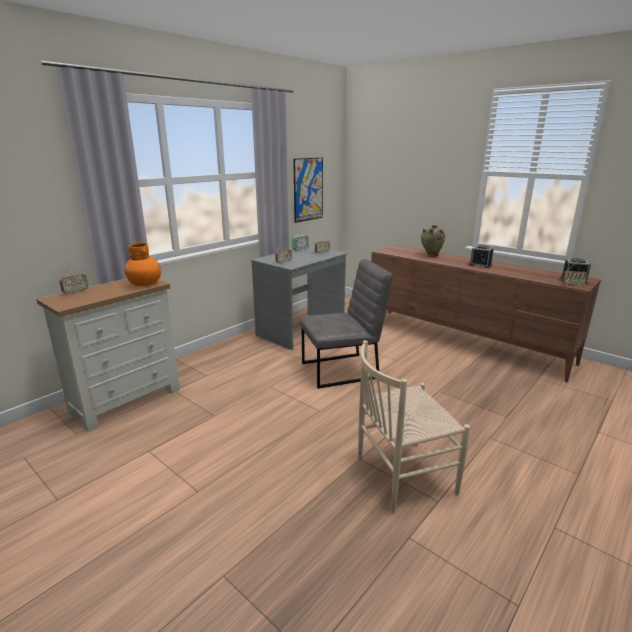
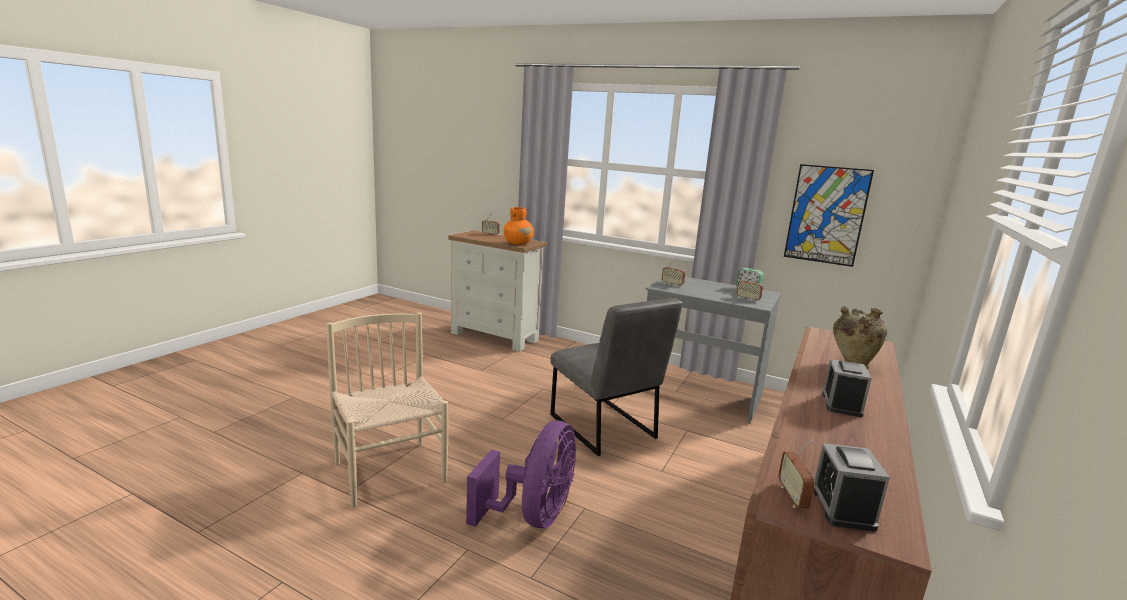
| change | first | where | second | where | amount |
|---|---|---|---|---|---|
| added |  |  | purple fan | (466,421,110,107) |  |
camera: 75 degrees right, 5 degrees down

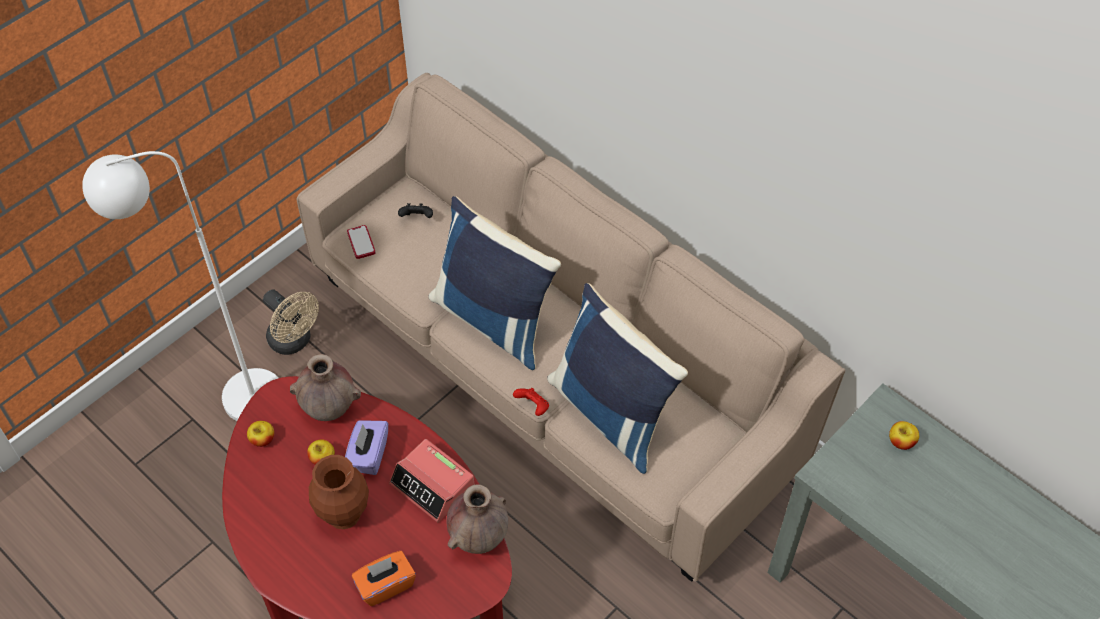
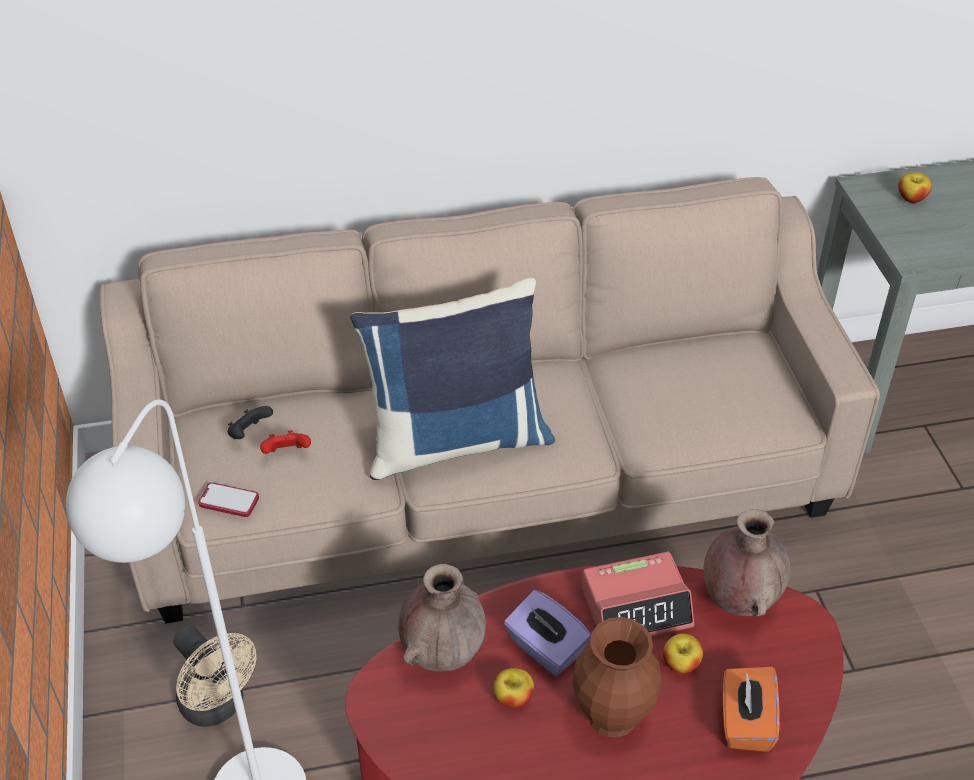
| change | first | where | second | where | amount |
|---|---|---|---|---|---|
| turned | beige fan | (263,290,56,65) |  | (173,626,83,101) | 60 degrees clockwise |
| moved | red game controller | (513,388,36,28) |  | (260,430,51,24) |  |
| moved | apple | (247,421,27,26) |  | (663,634,40,40) |  |
| removed | blue pillow | (547,283,141,191) |  |  |  |
camera: 55 degrees left, 10 degrees down

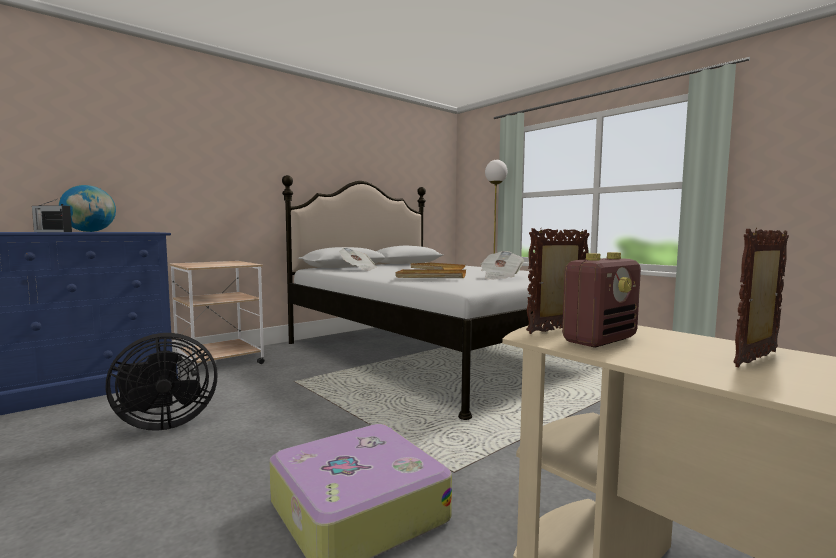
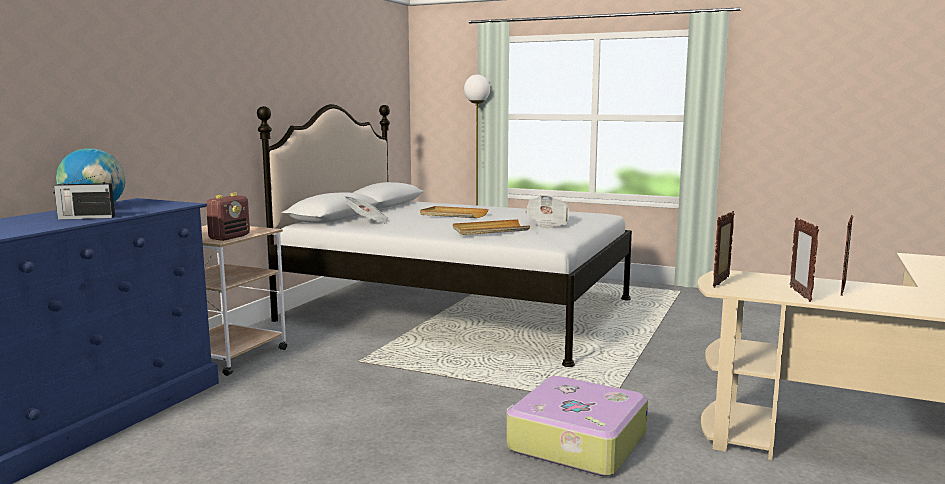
| change | first | where | second | where | amount |
|---|---|---|---|---|---|
| moved | radio | (562,252,79,96) |  | (206,193,44,48) |  |
| added |  |  | picture frame | (790,218,29,84) |  |
| removed | black fan | (106,333,112,98) |  |  |  |
camera: 25 degrees left, 5 degrees up

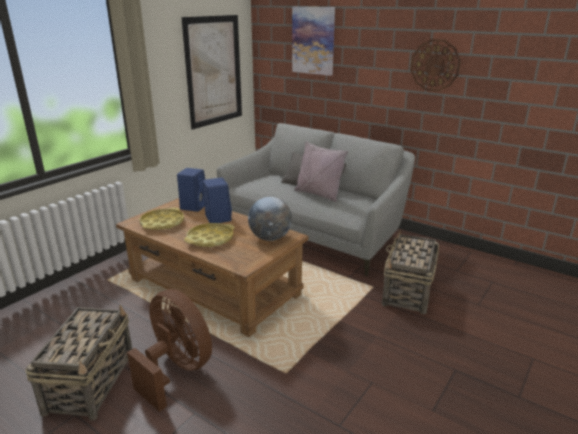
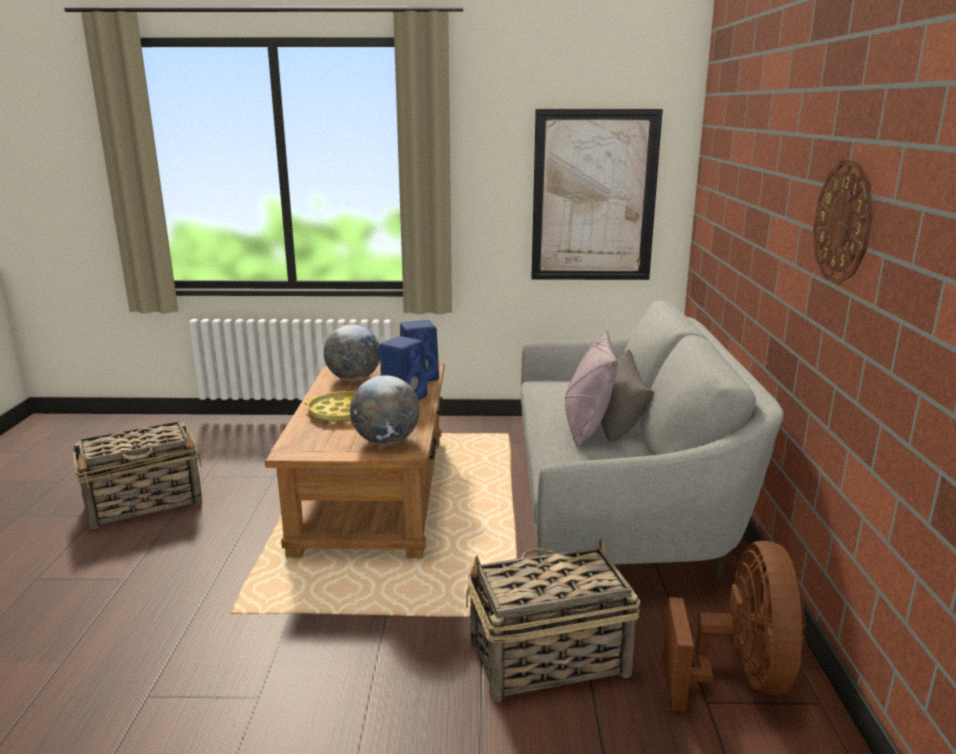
| change | first | where | second | where | amount |
|---|---|---|---|---|---|
| replaced | yellow tray | (140,207,44,23) | globe | (324,325,56,56) |  |
| moved | brown fan | (127,289,85,123) |  | (663,541,143,170) |  |
| removed | picture | (292,7,43,69) |  |  |  |
camera: 55 degrees right, 5 degrees down

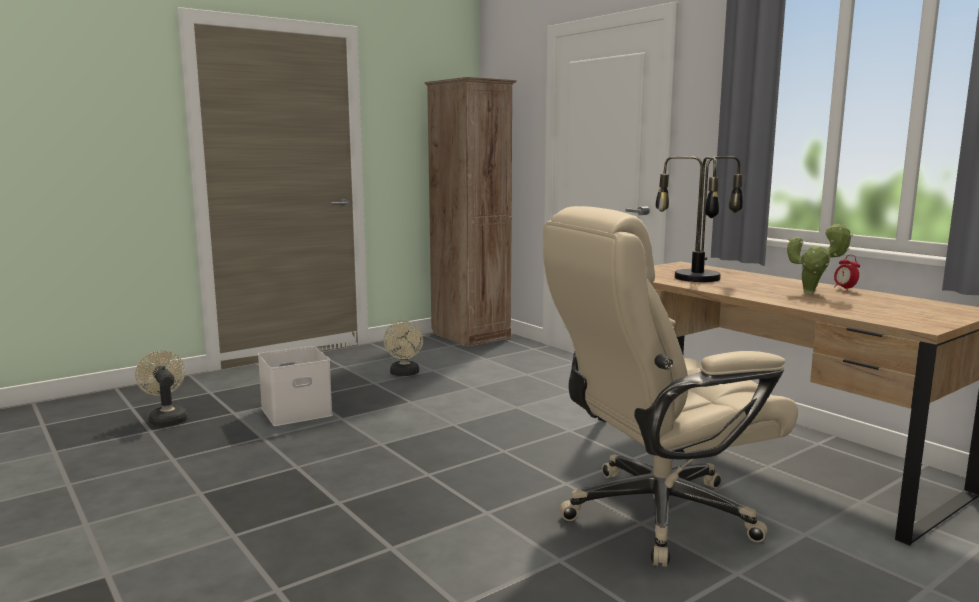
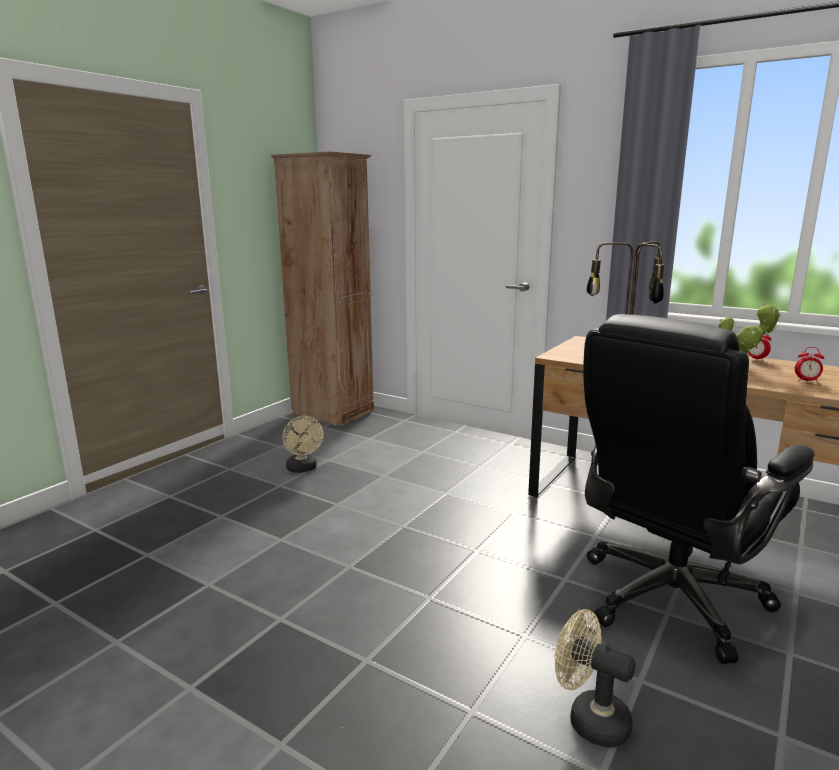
| change | first | where | second | where | amount |
|---|---|---|---|---|---|
| moved | beige fan | (135,350,52,77) |  | (555,609,81,139) |  |
| recoloured | beige office chair | (543,206,255,361) | black office chair | (583,314,232,350) |  |
| added |  |  | alarm clock | (795,347,29,37) |  |
| removed | white storage box | (258,346,75,80) |  |  |  |
camera: 20 degrees left, 5 degrees up

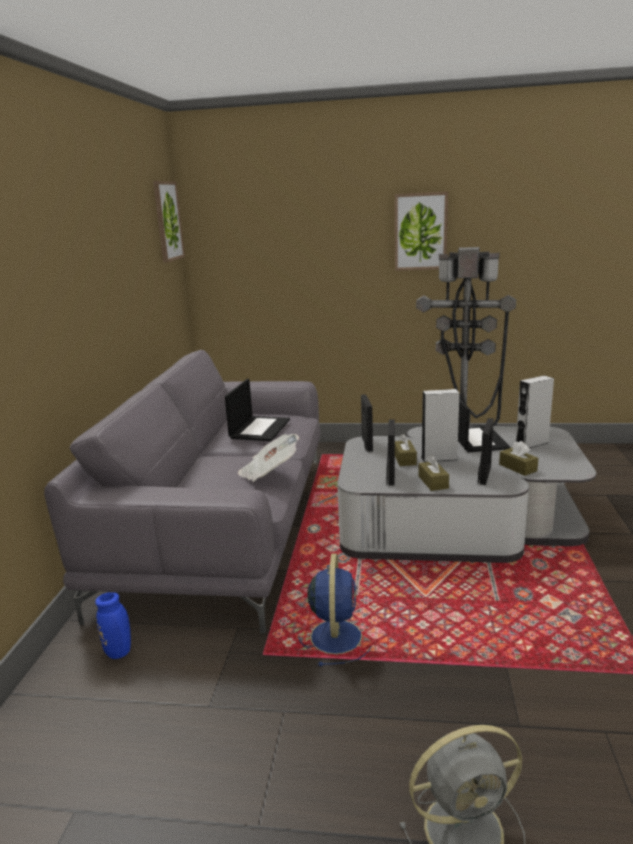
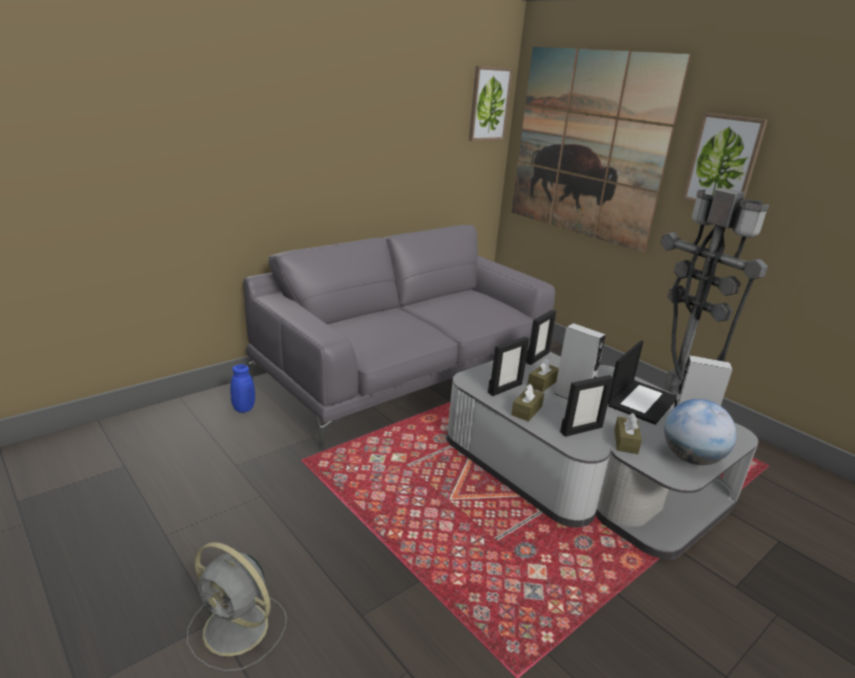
| change | first | where | second | where | amount |
|---|---|---|---|---|---|
| added |  |  | picture | (511,46,180,207) |  |
| added |  |  | globe | (664,399,72,66) |  |
| removed | laptop | (225,379,65,62) |  |  |  |
| removed | newspaper | (238,434,61,48) |  |  |  |
| removed | blue fan | (298,554,74,112) |  |  |  |
camera: 40 degrees right, 5 degrees up

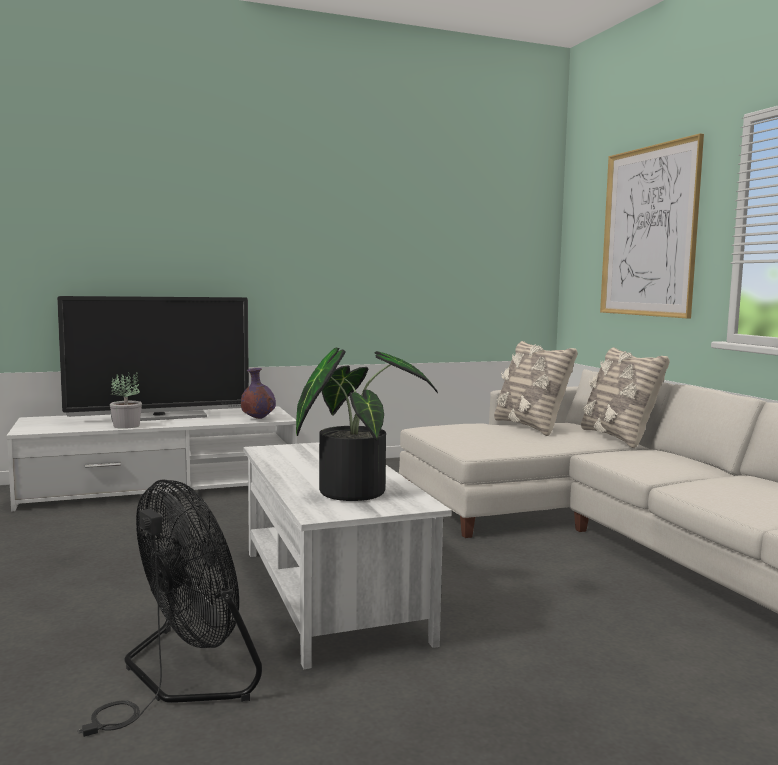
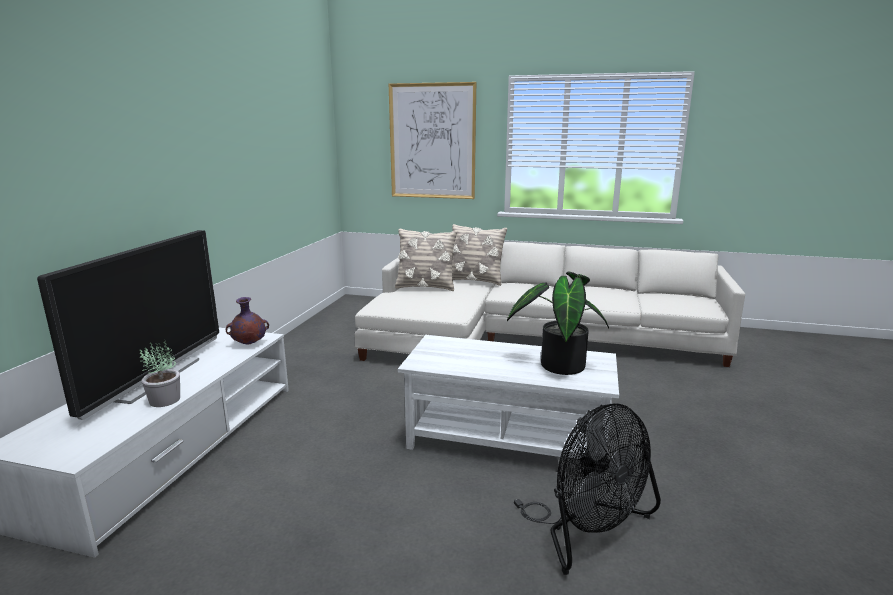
| change | first | where | second | where | amount |
|---|---|---|---|---|---|
| turned | black fan | (77,480,185,257) |  | (514,403,147,172) | 150 degrees clockwise |
camera: 55 degrees left, 10 degrees up

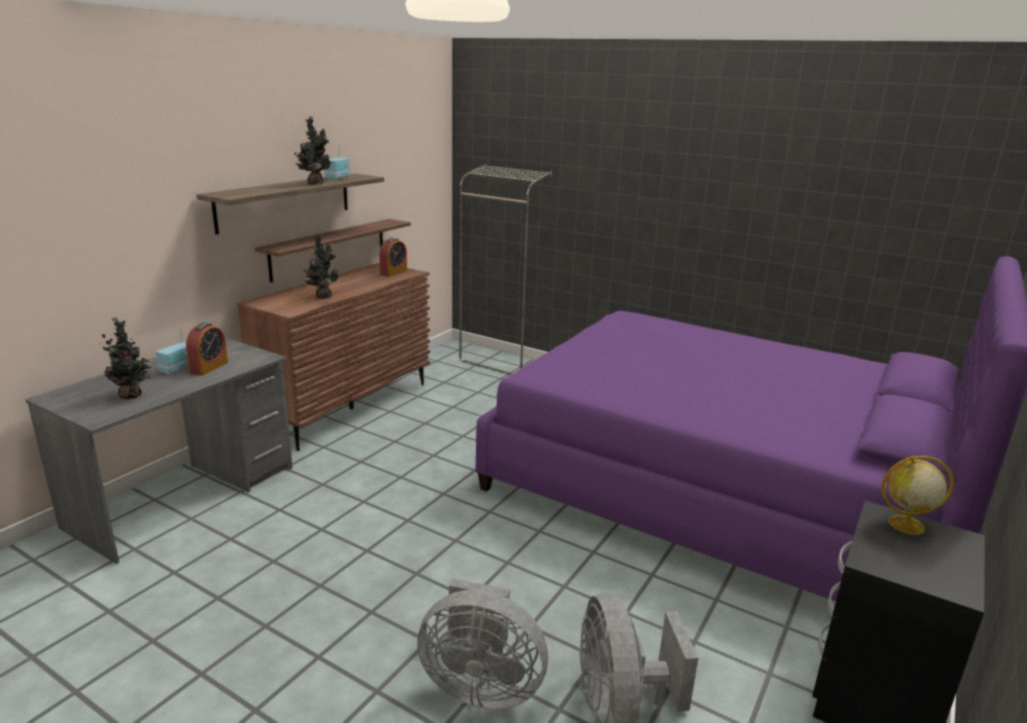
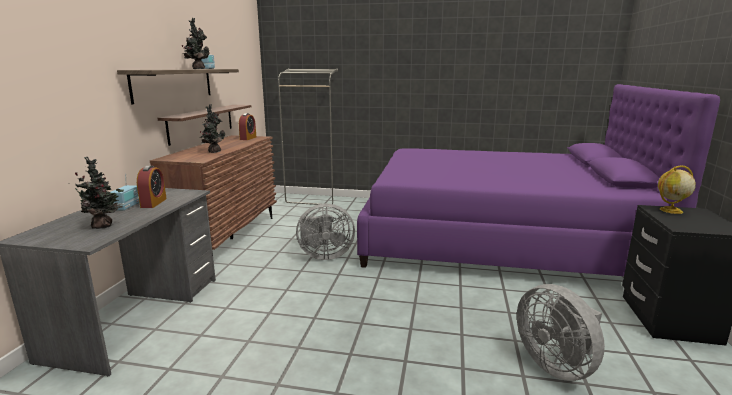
| change | first | where | second | where | amount |
|---|---|---|---|---|---|
| moved | grey fan | (417,578,131,131) |  | (296,204,59,56) |  |
camera: 20 degrees left, 5 degrees down

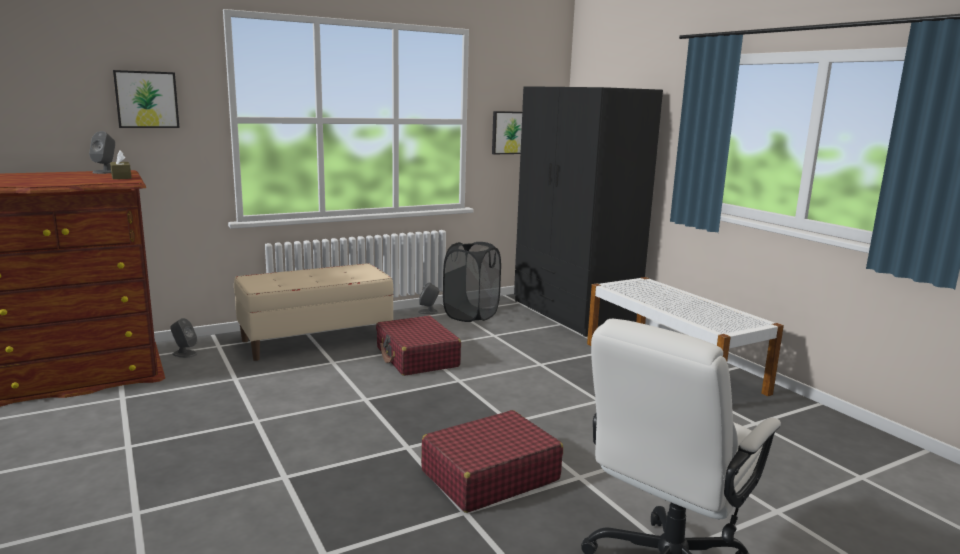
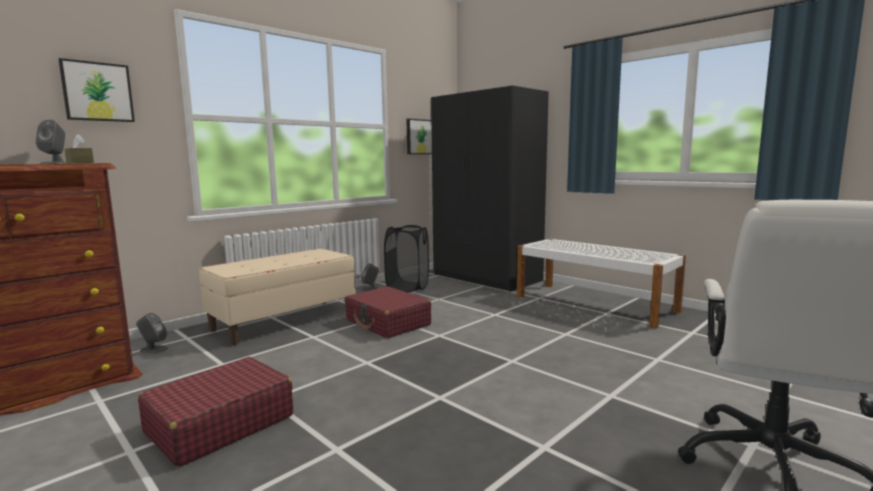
| change | first | where | second | where | amount |
|---|---|---|---|---|---|
| moved | red suitcase | (421,410,142,103) |  | (138,357,155,110) |  |
camera: 15 degrees left, 5 degrees down

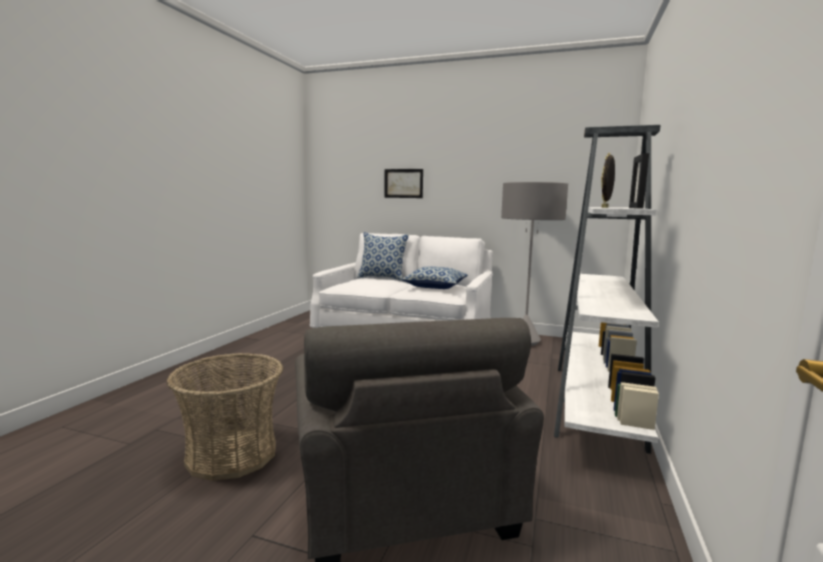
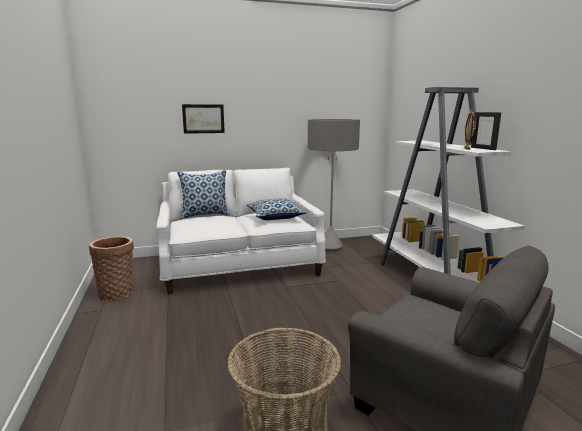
| change | first | where | second | where | amount |
|---|---|---|---|---|---|
| added |  |  | basket | (89,236,45,66) |  |
camera: 35 degrees left, 5 degrees up

